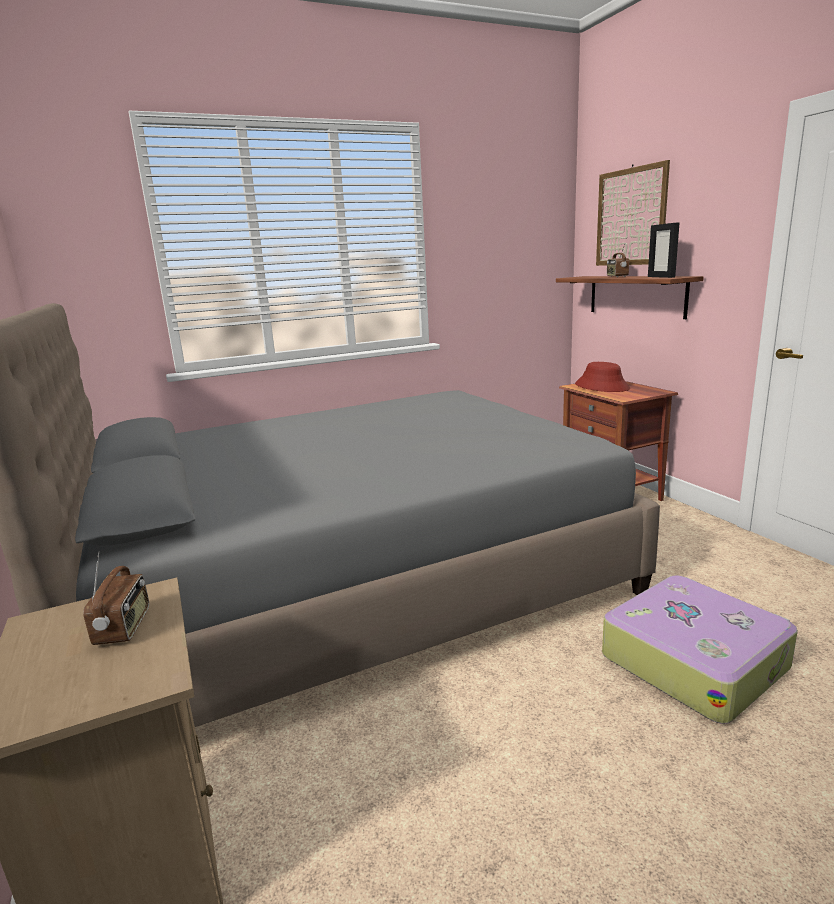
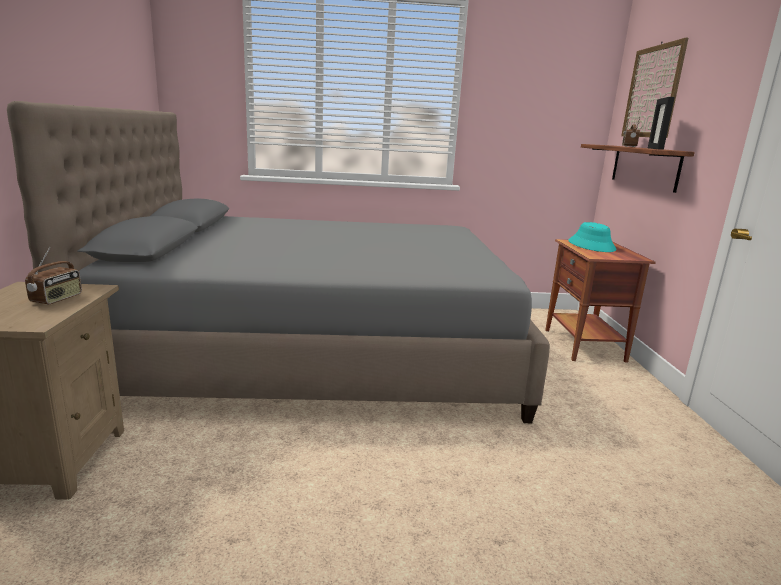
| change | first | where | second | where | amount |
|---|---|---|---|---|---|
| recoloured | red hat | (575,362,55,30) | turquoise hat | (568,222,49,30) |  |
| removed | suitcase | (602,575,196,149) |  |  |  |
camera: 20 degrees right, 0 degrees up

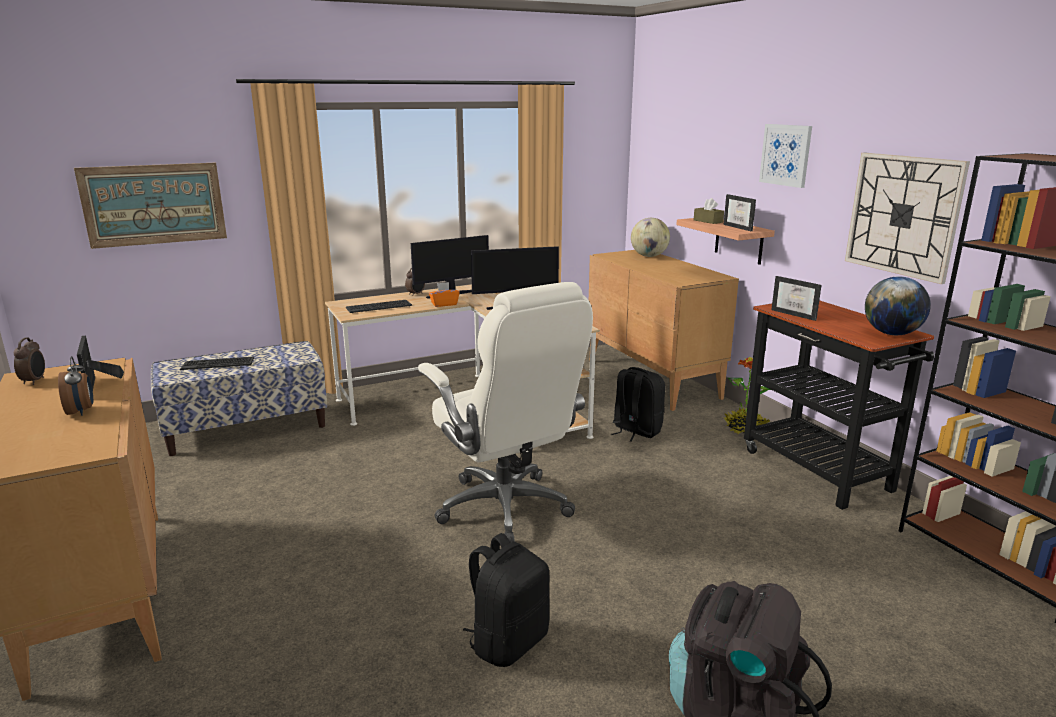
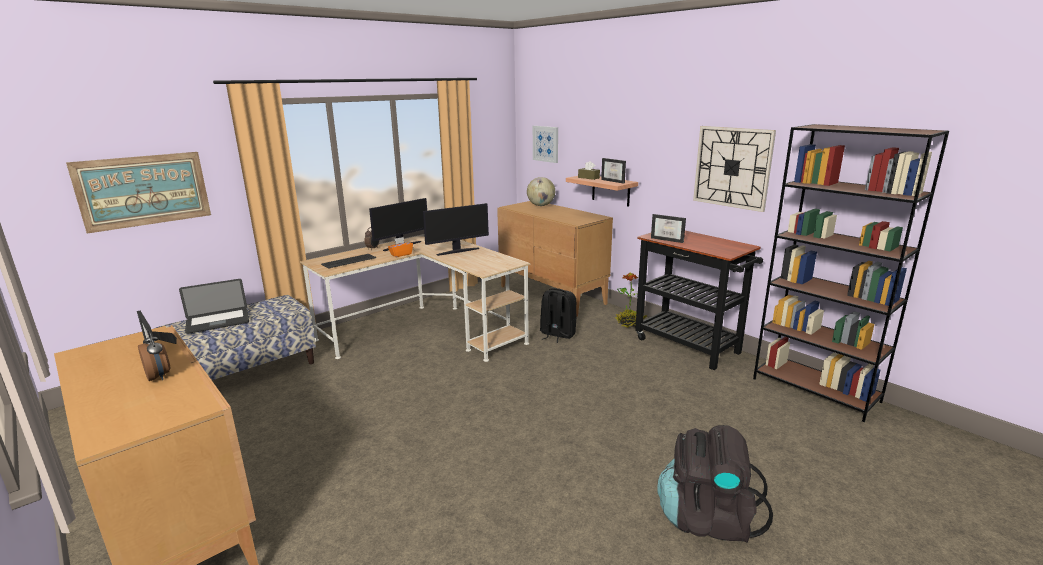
| change | first | where | second | where | amount |
|---|---|---|---|---|---|
| replaced | keyboard | (180,356,74,14) | laptop | (179,279,70,55) |  |
| moved | picture | (759,124,53,64) |  | (533,126,25,37) |  |
| removed | alarm clock | (14,337,31,48) |  |  |  |
| removed | white office chair | (418,282,175,261) |  |  |  |
| removed | black backpack | (463,533,86,134) |  |  |  |
| removed | globe | (865,277,66,58) |  |  |  |
camera: 15 degrees left, 0 degrees up

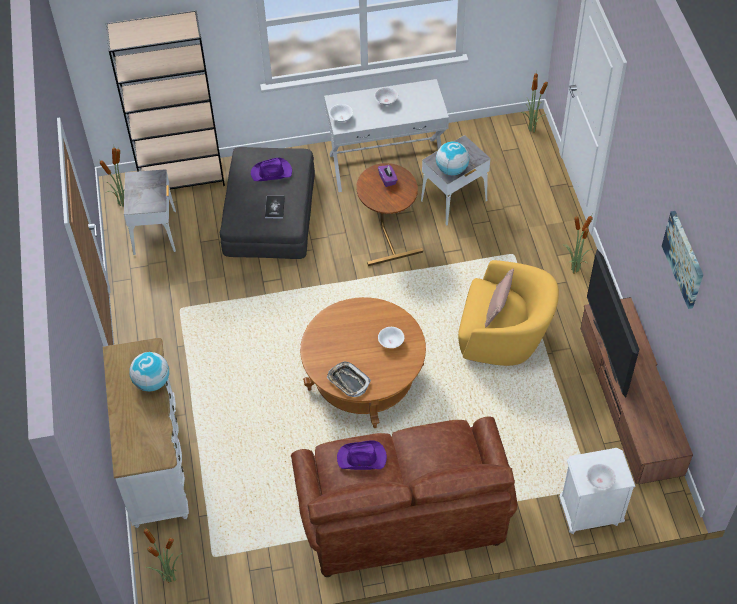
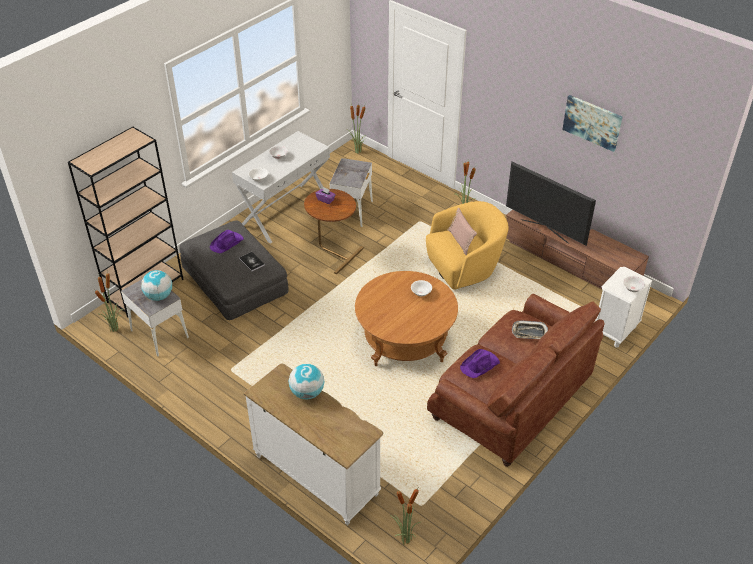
| change | first | where | second | where | amount |
|---|---|---|---|---|---|
| moved | globe | (436,141,34,34) |  | (141,270,31,31) |  |
| moved | tray | (327,362,44,35) |  | (512,321,36,18) |  |
camera: 40 degrees left, 10 degrees down

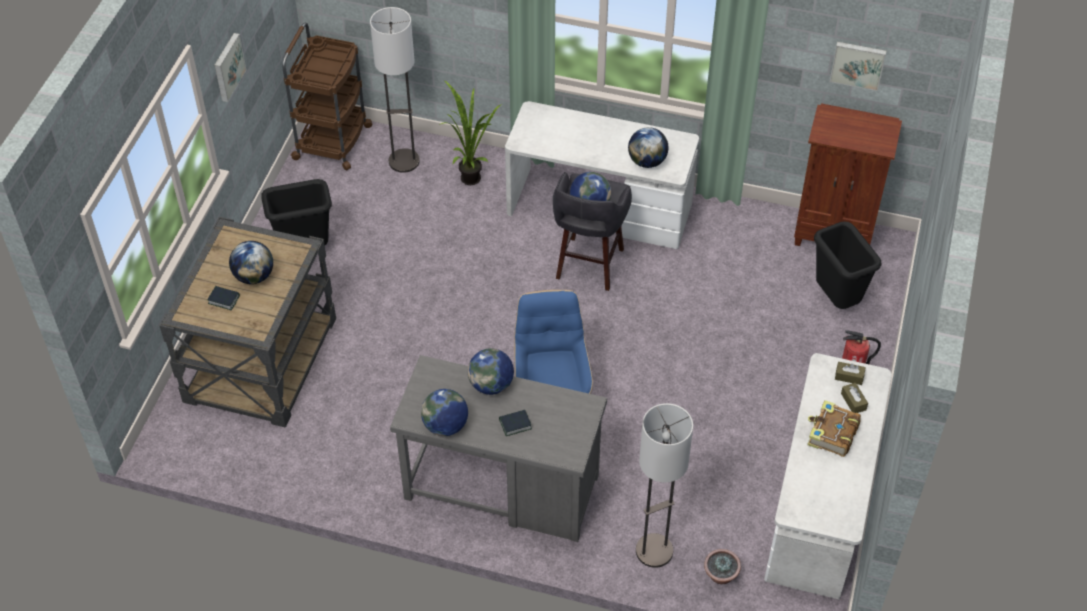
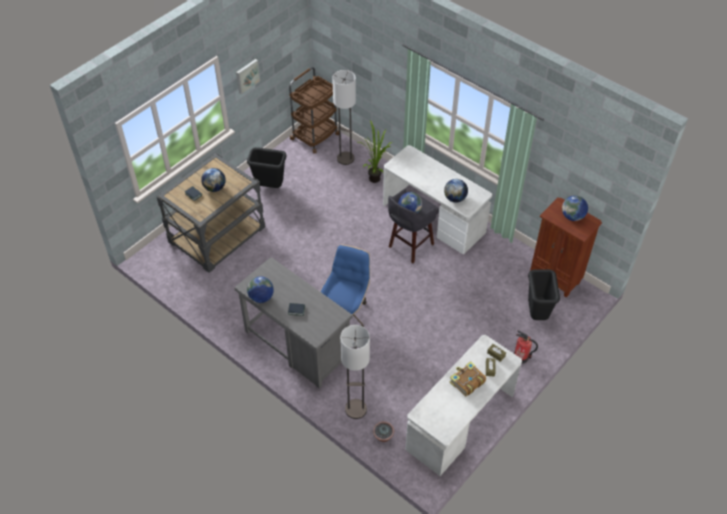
| change | first | where | second | where | amount |
|---|---|---|---|---|---|
| moved | globe | (468,348,46,47) |  | (562,196,26,25) |  |
| removed | picture | (830,42,56,49) |  |  |  |
camera: 25 degrees right, 0 degrees up

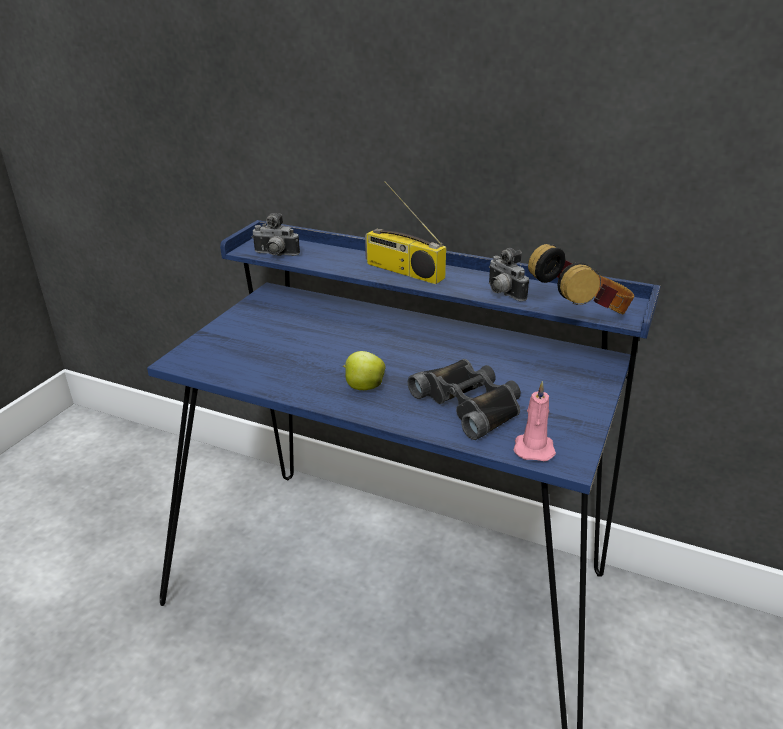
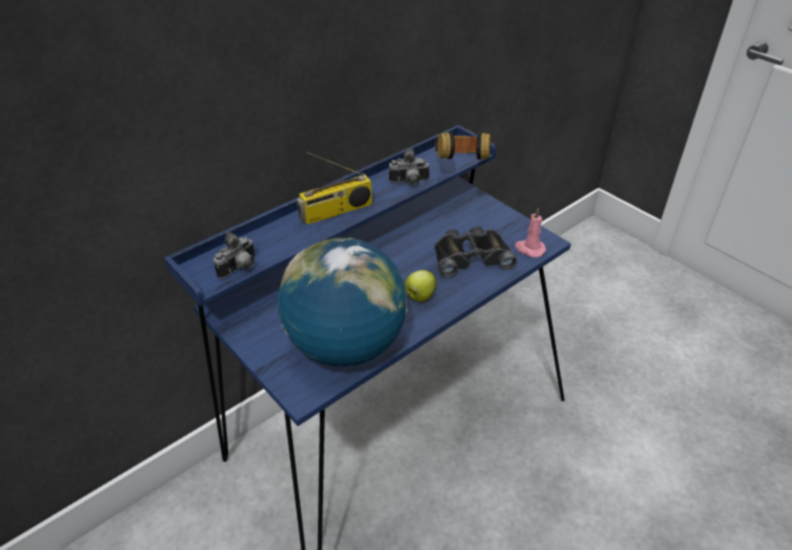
| change | first | where | second | where | amount |
|---|---|---|---|---|---|
| added |  |  | globe | (278,238,129,129) |  |
camera: 65 degrees left, 10 degrees up

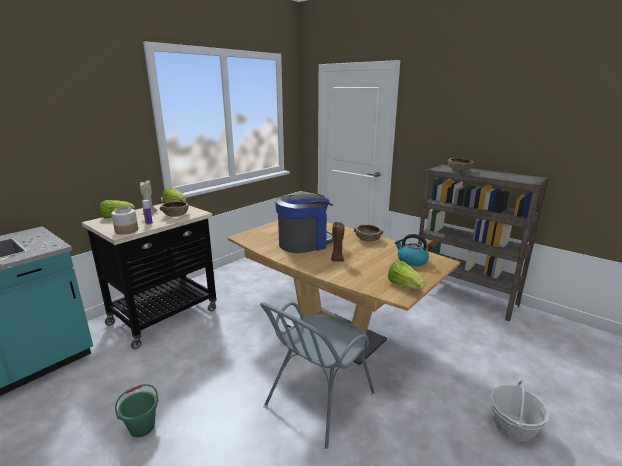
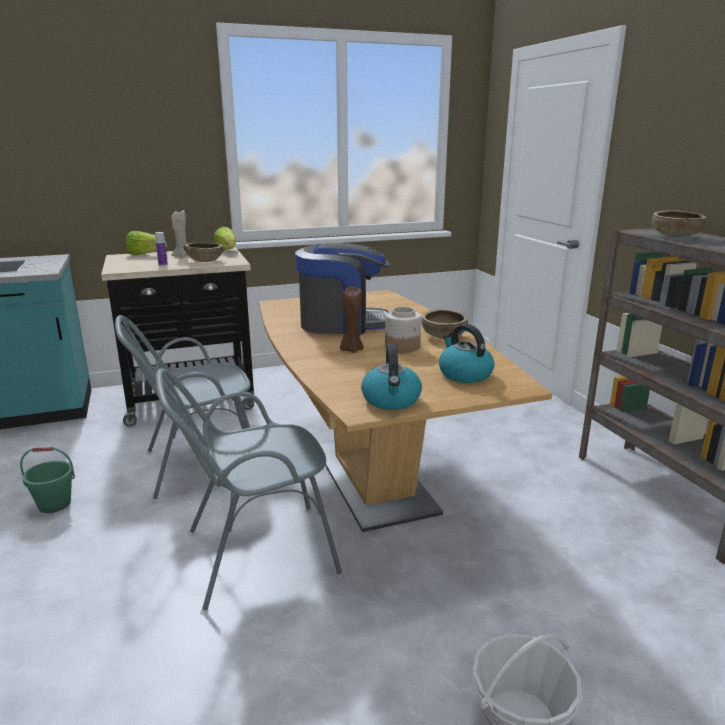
| change | first | where | second | where | amount |
|---|---|---|---|---|---|
| added |  |  | grey chair | (115,315,136,188) |  |
| replaced | lettuce | (388,261,37,29) | kettle | (361,344,61,66) |  |
| moved | jar | (111,207,27,28) |  | (385,307,36,46) |  |
camera: 30 degrees right, 0 degrees up

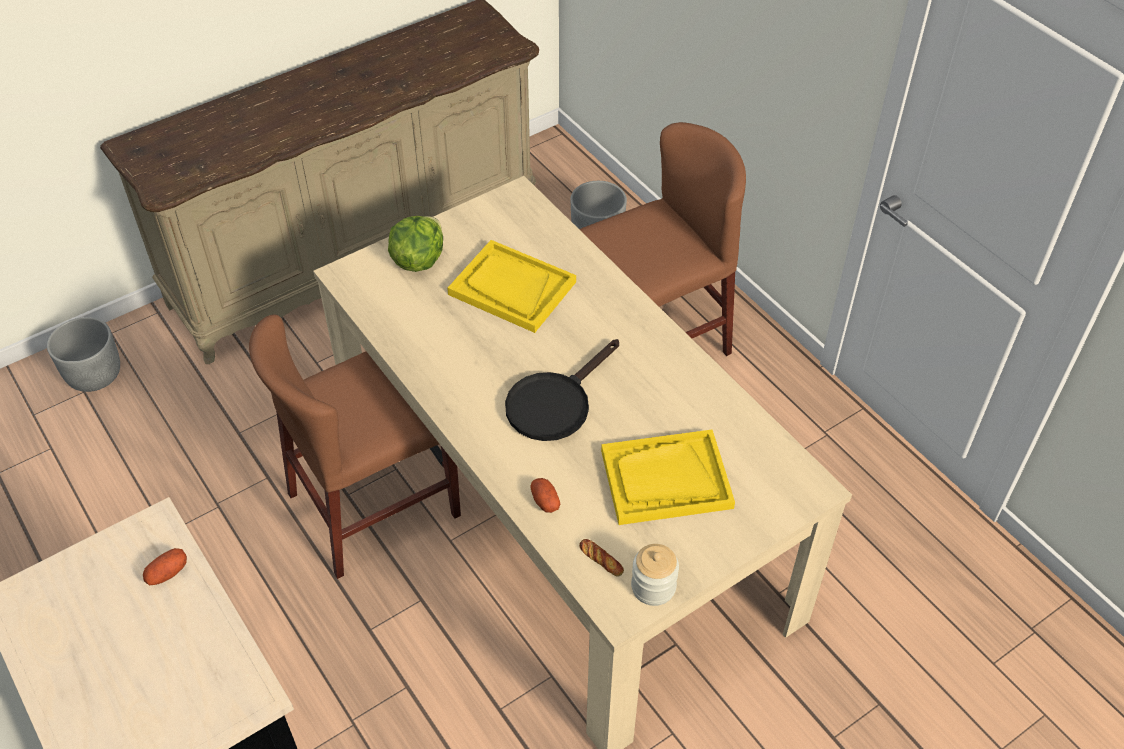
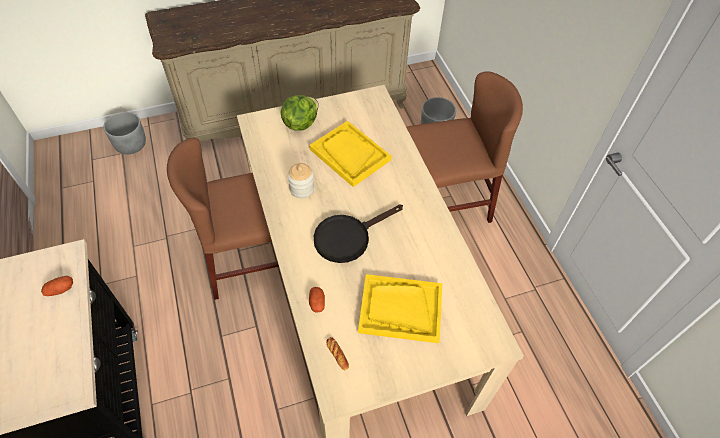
| change | first | where | second | where | amount |
|---|---|---|---|---|---|
| moved | jar | (631,544,48,62) |  | (288,163,26,35) |  |
camera: 15 degrees right, 5 degrees up

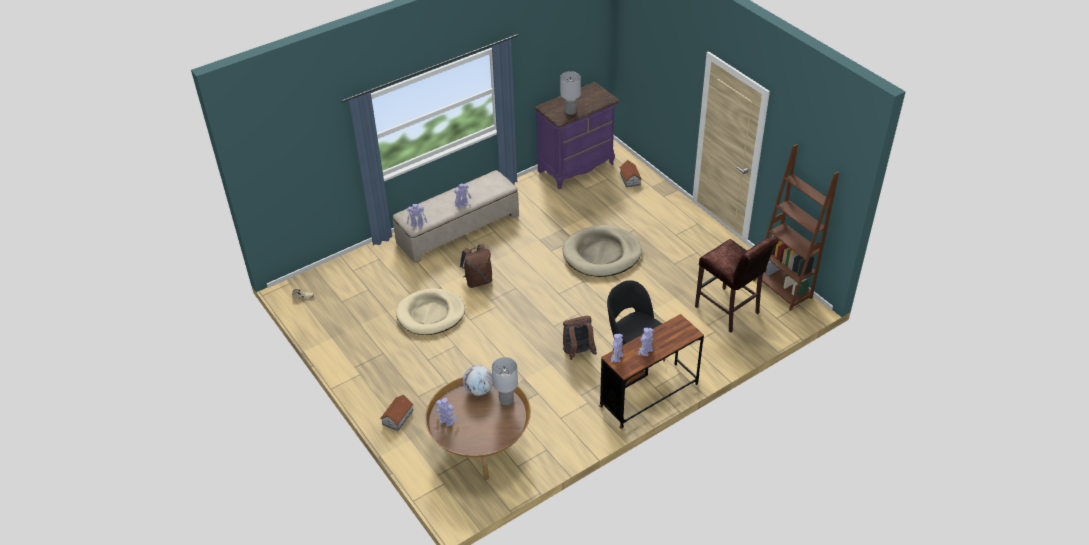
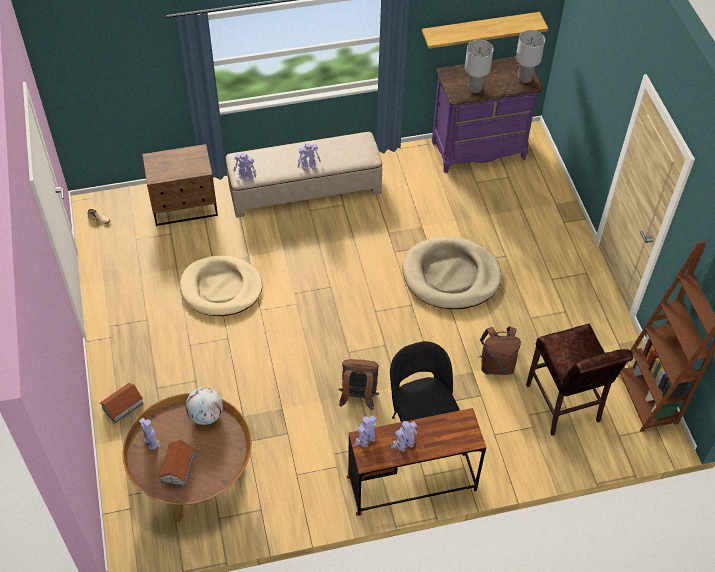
| change | first | where | second | where | amount |
|---|---|---|---|---|---|
| added |  |  | brown nightstand | (142,144,76,82) |  |
| moved | toy house | (620,160,22,27) |  | (159,439,36,48) |  |
| added |  |  | shelf | (422,12,126,37) |  |
| moved | brown backpack | (460,244,32,44) |  | (478,326,43,49) |  |
| moved | grey table lamp | (492,357,26,48) |  | (516,30,29,53) |  |
camera: 20 degrees right, 10 degrees up

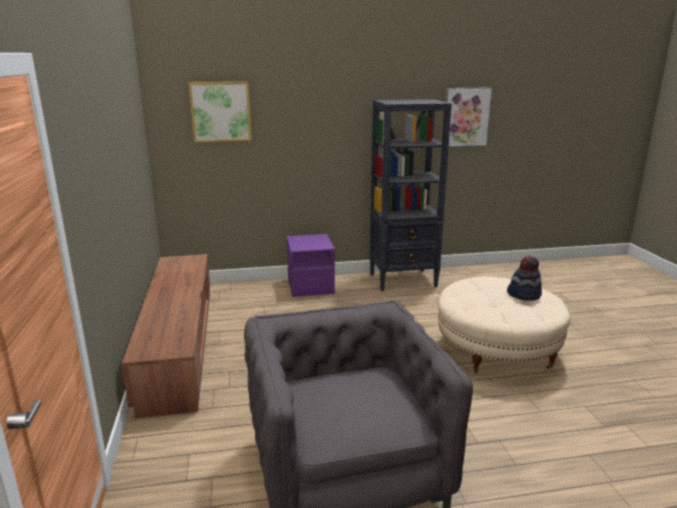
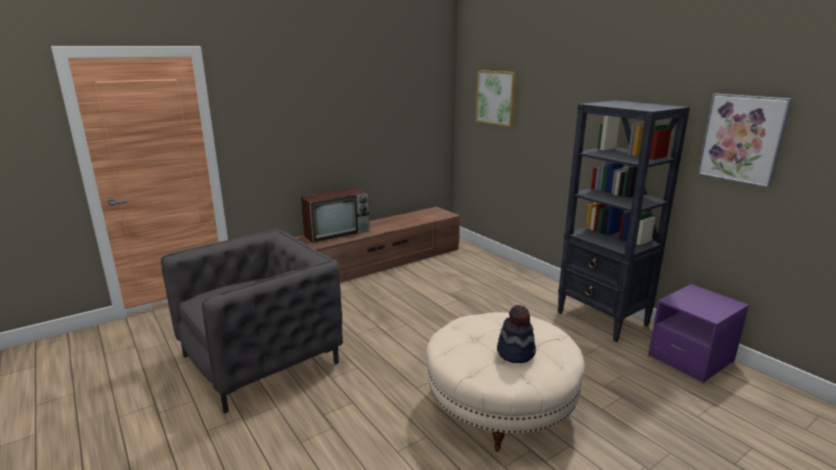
| change | first | where | second | where | amount |
|---|---|---|---|---|---|
| added |  |  | television | (301,188,69,55) |  |
| moved | purple nightstand | (287,234,48,63) |  | (648,284,101,99) |  |
camera: 65 degrees right, 0 degrees up

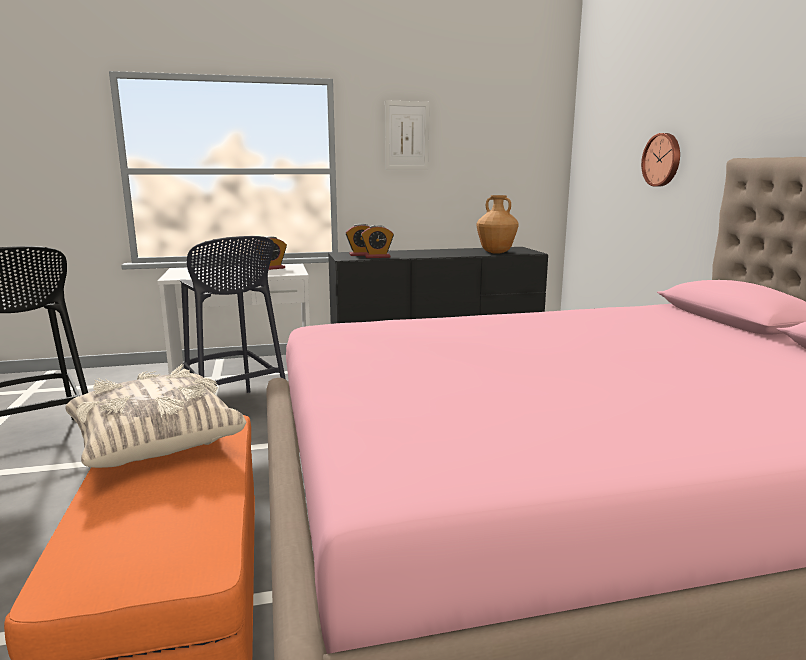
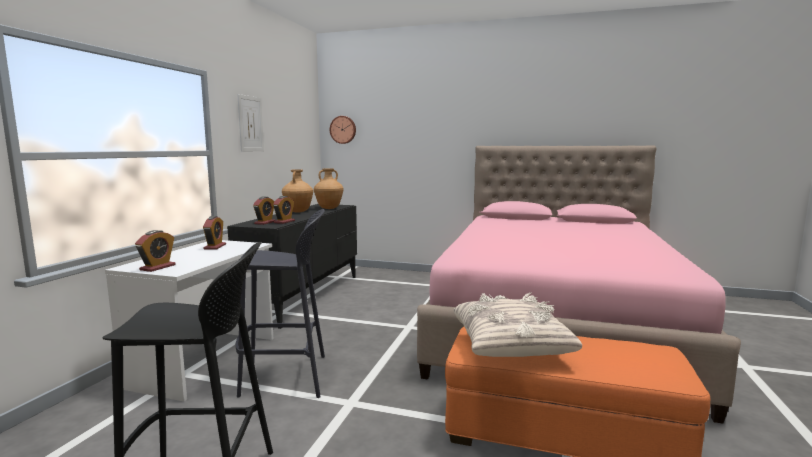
| change | first | where | second | where | amount |
|---|---|---|---|---|---|
| added |  |  | alarm clock | (135,230,41,42) |  |
| added |  |  | brown vase | (282,170,31,42) |  |
| moved | wall clock | (641,133,39,53) |  | (330,116,26,28) |  |
camera: 60 degrees left, 5 degrees down

